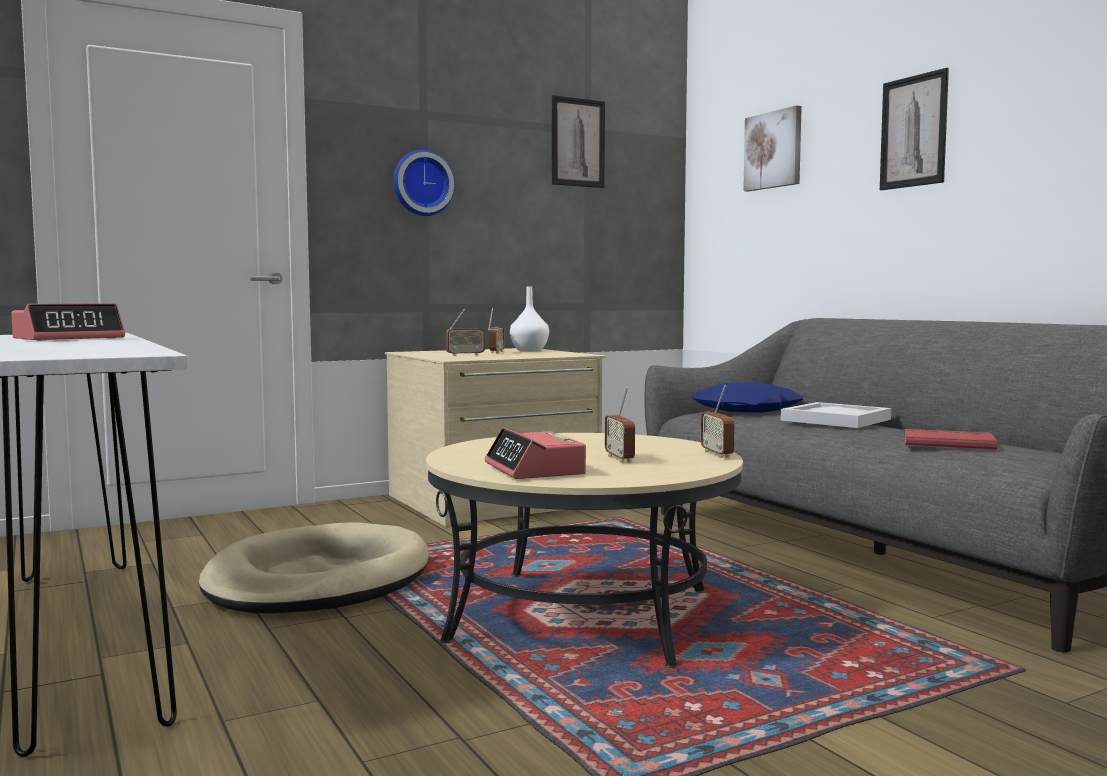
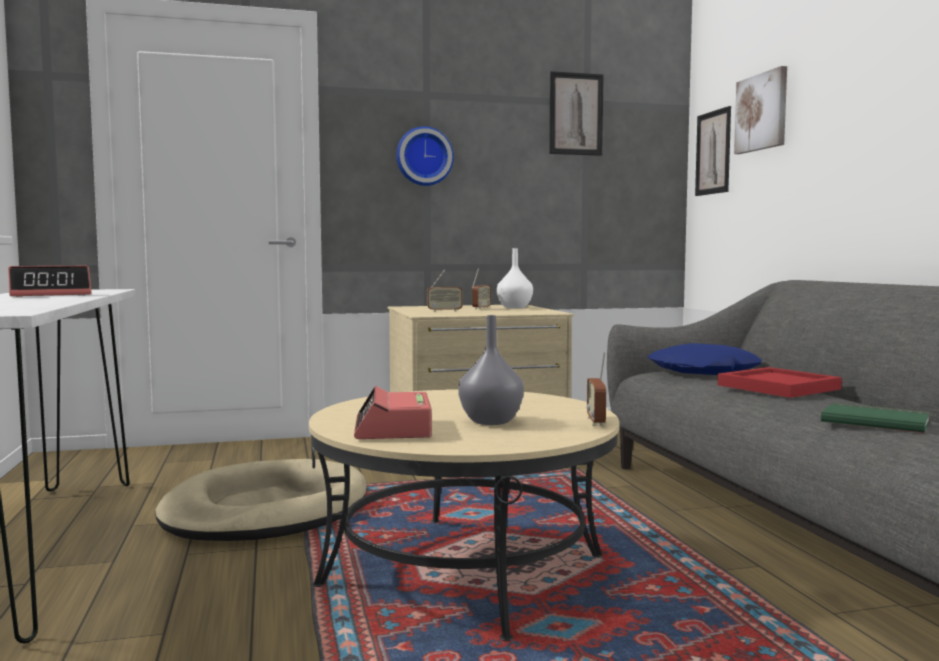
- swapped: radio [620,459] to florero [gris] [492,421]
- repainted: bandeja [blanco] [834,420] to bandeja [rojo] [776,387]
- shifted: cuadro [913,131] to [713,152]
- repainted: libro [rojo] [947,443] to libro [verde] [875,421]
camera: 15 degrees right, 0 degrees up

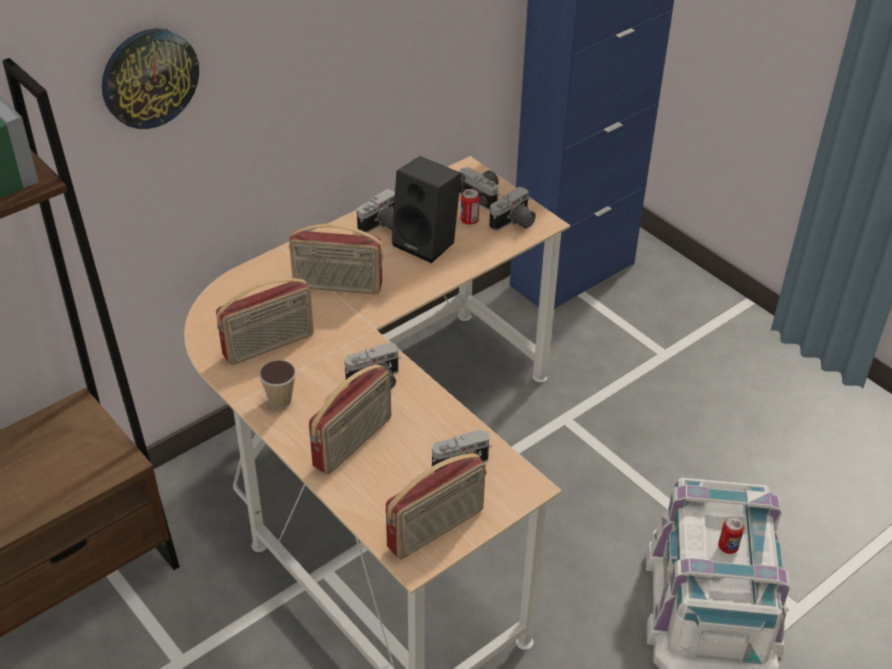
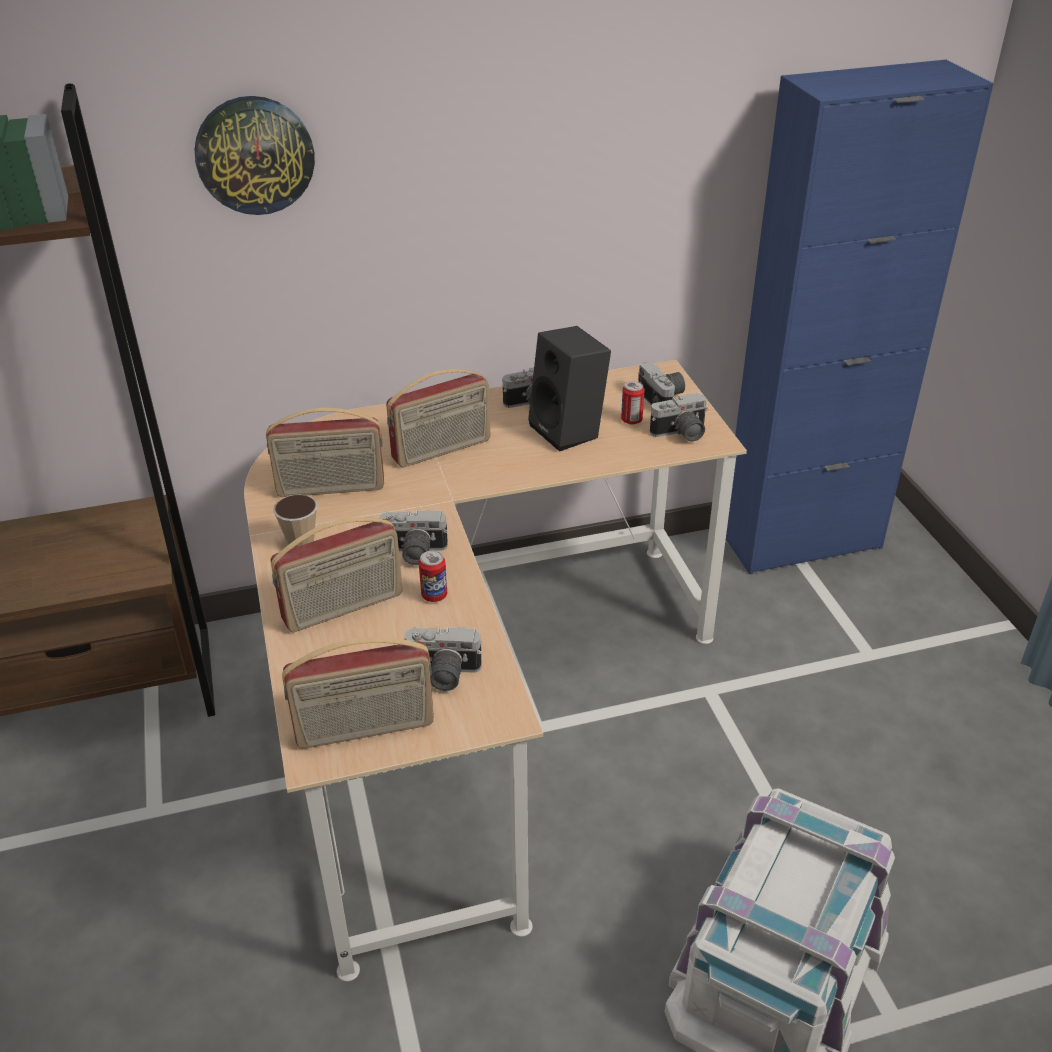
- rotated: radio [337,287] = [442,450] 60 degrees counterclockwise
- shifted: lata [727,547] to [434,595]
camera: 25 degrees right, 5 degrees down

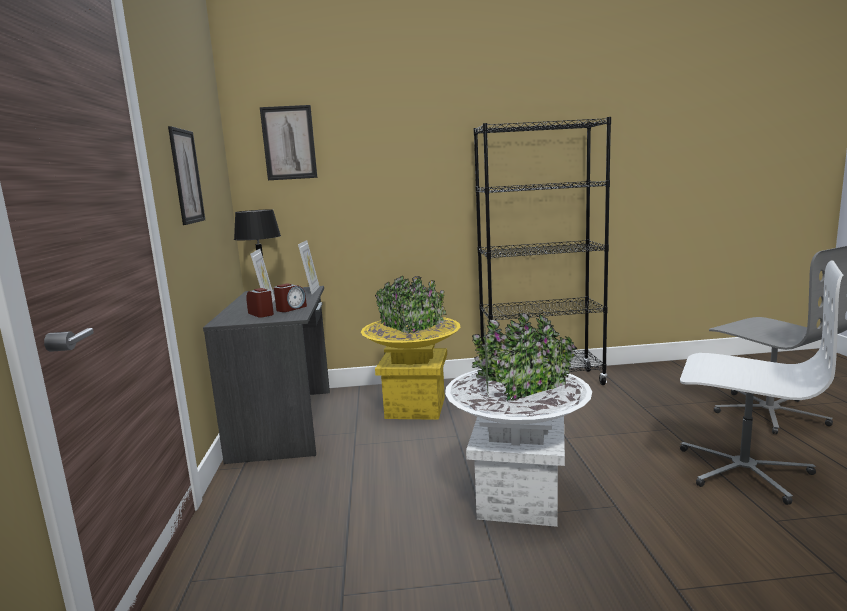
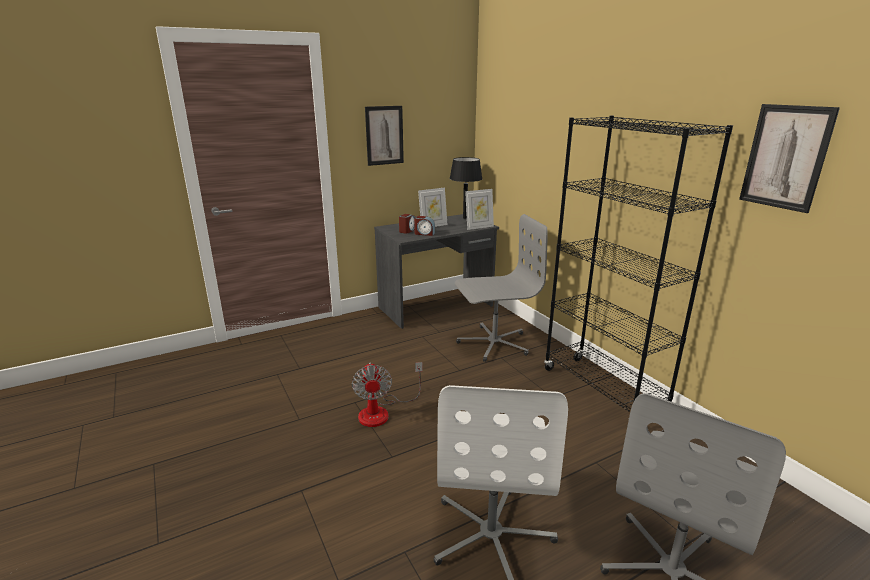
- shifted: cuadro [289,143] to [785,157]
- swapped: maceta [amarillo] [416,407] to silla de oficina [gris] [493,343]
- swapped: maceta [blanco] [518,500] to ventilador [382,412]
camera: 65 degrees right, 10 degrees up

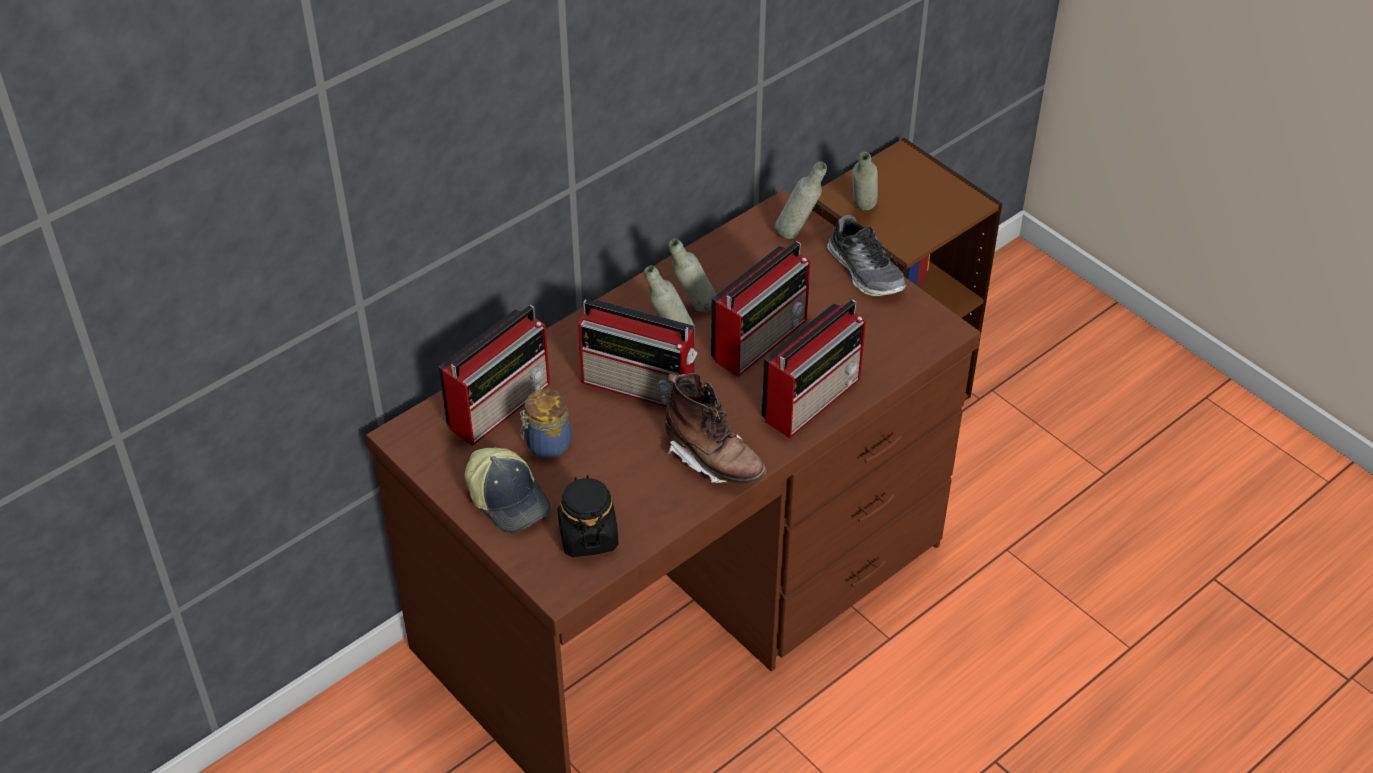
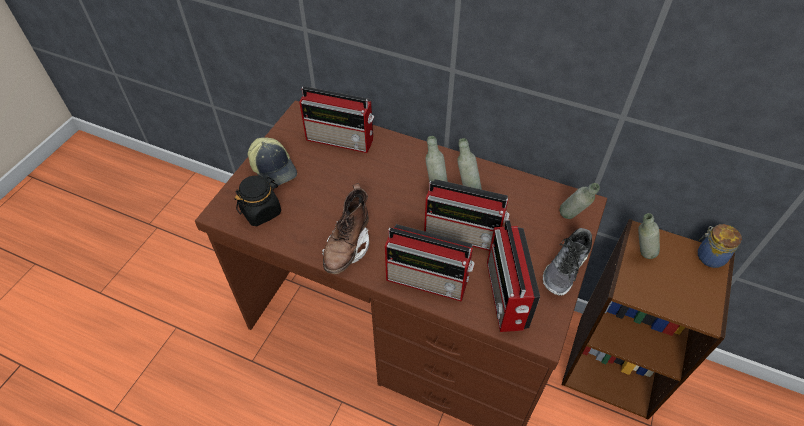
- rotated: gorra [509,499] = [274,168] 60 degrees counterclockwise
- shifted: tarro [546,444] to [709,256]
- shifted: radio [641,386] to [506,297]
camera: 65 degrees right, 5 degrees up

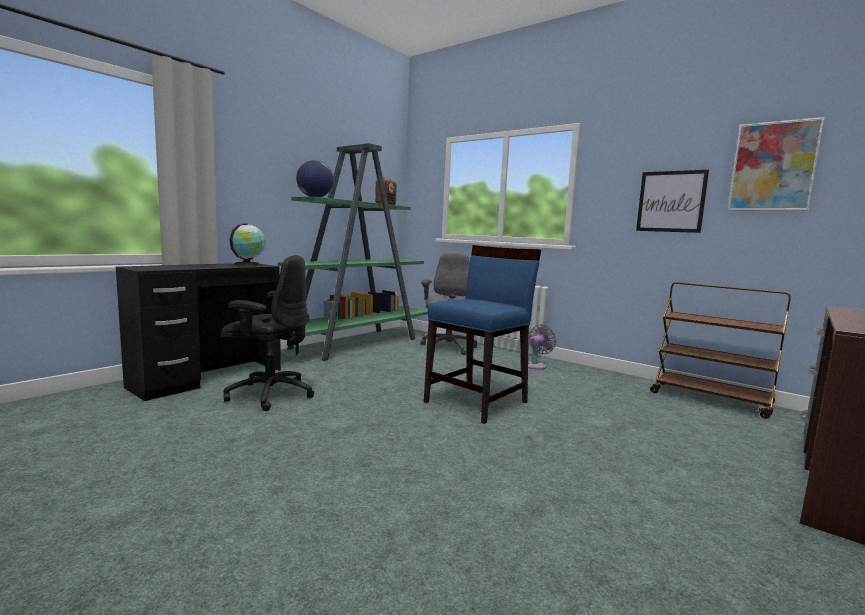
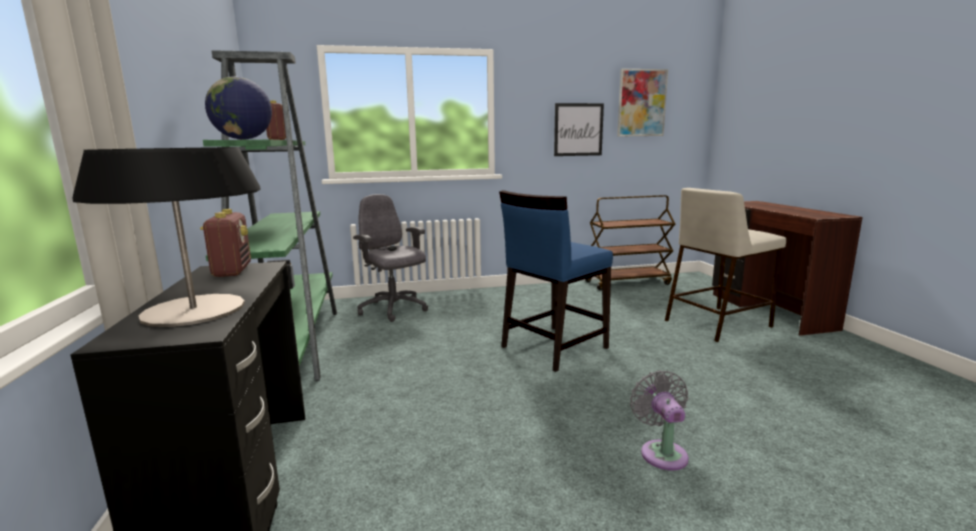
- gone: silla de oficina [negro] [269,394]
- swapped: globo terráqueo [248,264] to radio [232,271]
- rotated: silla [azul] [477,402] = [553,347] 120 degrees counterclockwise
- shifted: ventilador [gris] [536,365] to [661,452]
- new: lámpara de mesa [194,310]
- new: taburete [beis] [718,323]
camera: 50 degrees left, 5 degrees up

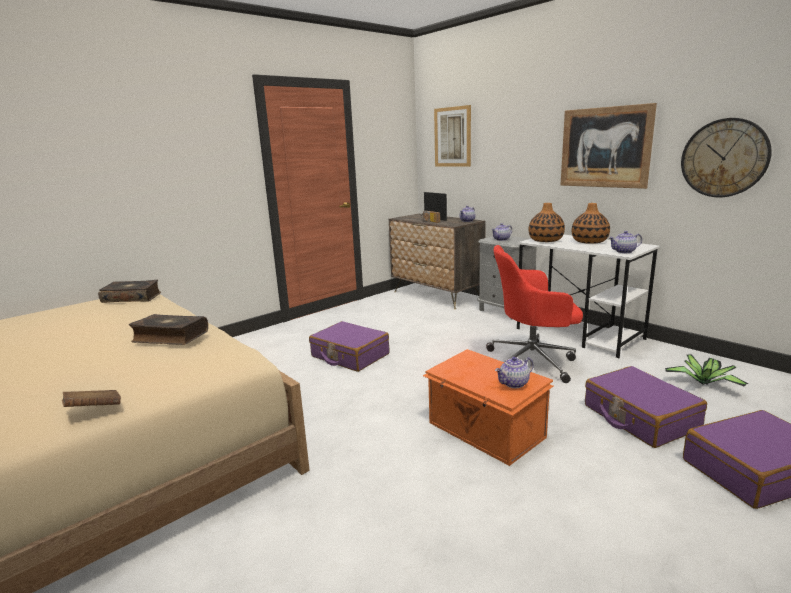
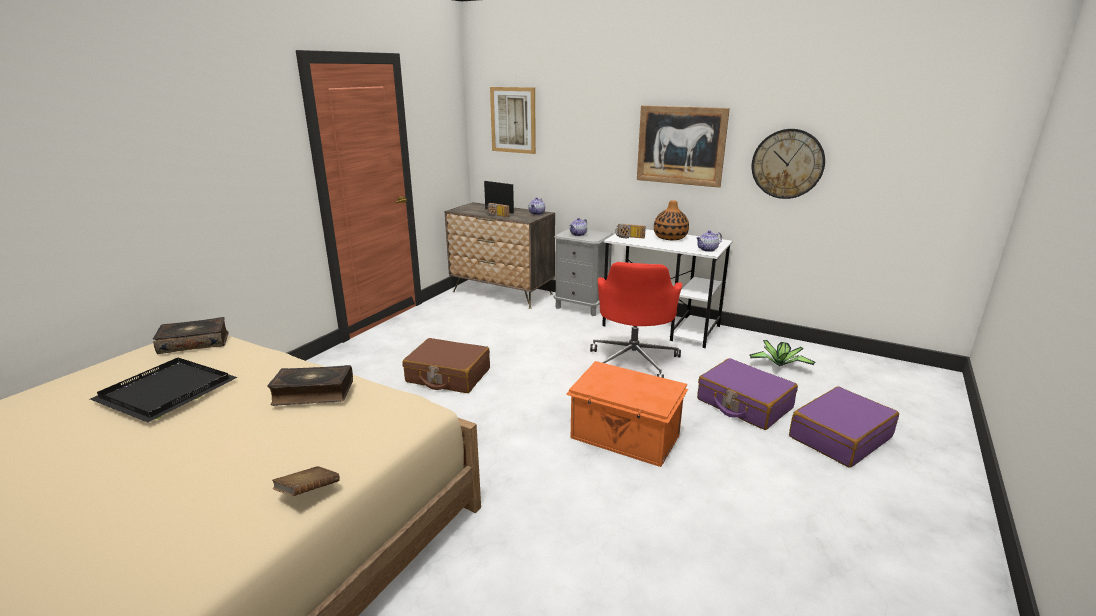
- repainted: maleta [morado] [350,355] to maleta [marrón] [448,376]
- rotated: silla de oficina [rojo] [533,361] = [634,360] 60 degrees counterclockwise
- gone: tetera [514,384]
- swapped: florero [546,240] to radio [629,237]
- new: bandeja [negro] [167,390]
camera: 20 degrees left, 5 degrees up

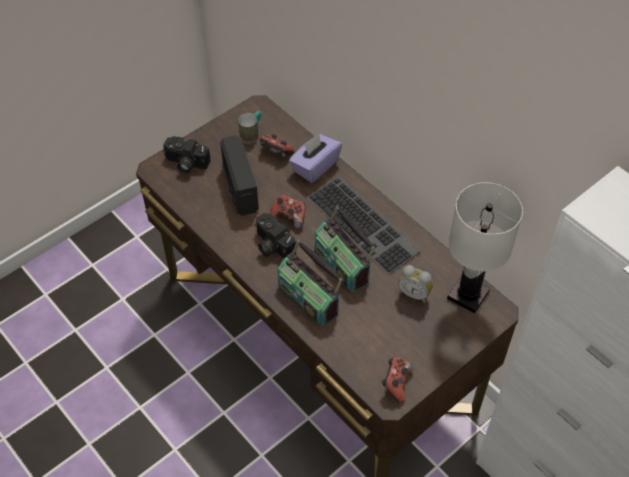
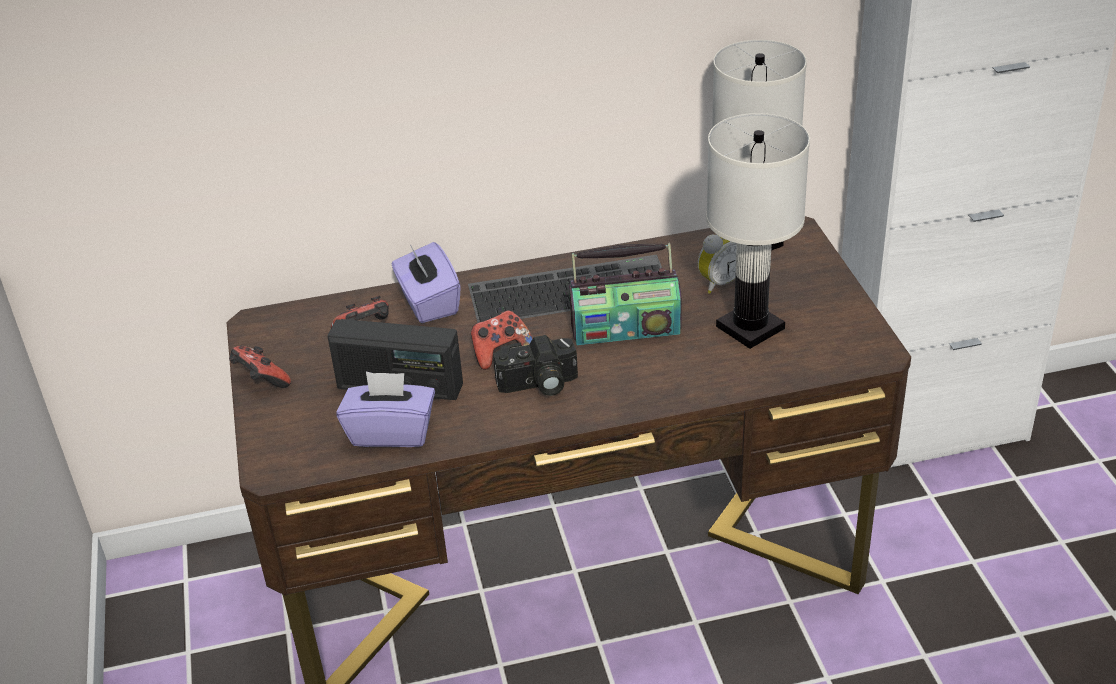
- gone: cámara [185,163]
- gone: taza grande [252,134]
- gone: radio [309,298]
- shifted: mando de consola [396,383] to [260,381]
- new: caja de pañuelos [morado] [391,432]
- new: lámpara de mesa [blanco] [750,327]
camera: 60 degrees left, 15 degrees down

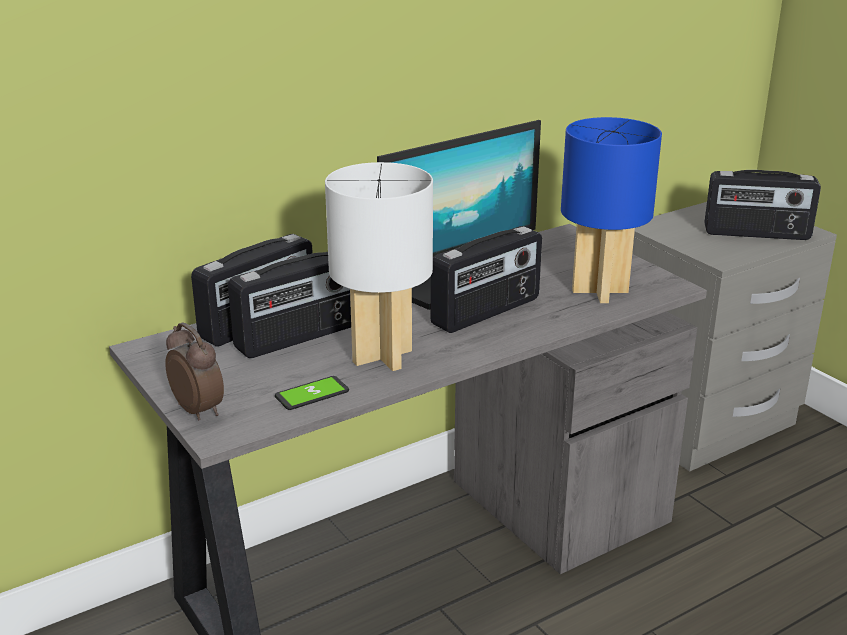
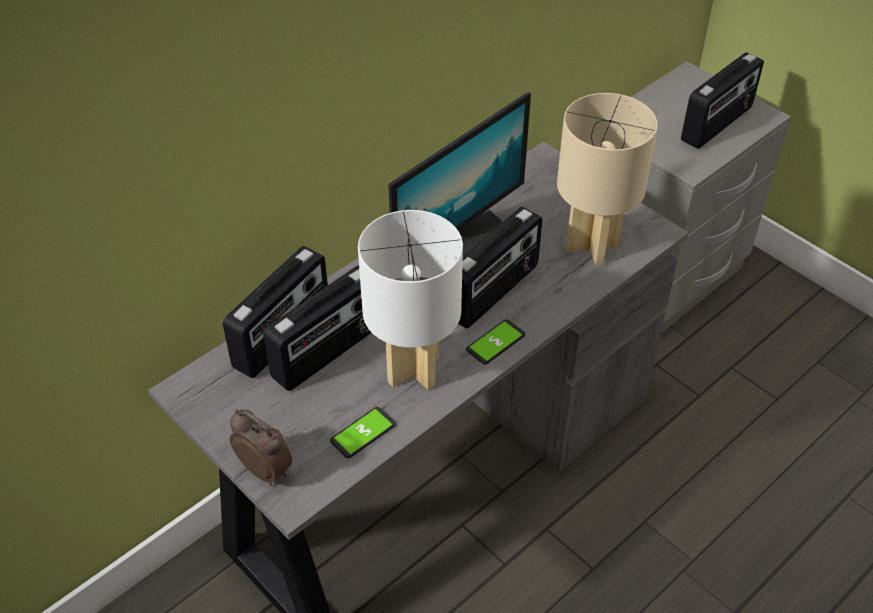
- repainted: lámpara de mesa [azul] [601,290] to lámpara de mesa [beis] [593,246]
- rotated: radio [756,234] = [717,124] 45 degrees counterclockwise
- new: móvil [495,342]
camera: 10 degrees left, 20 degrees up

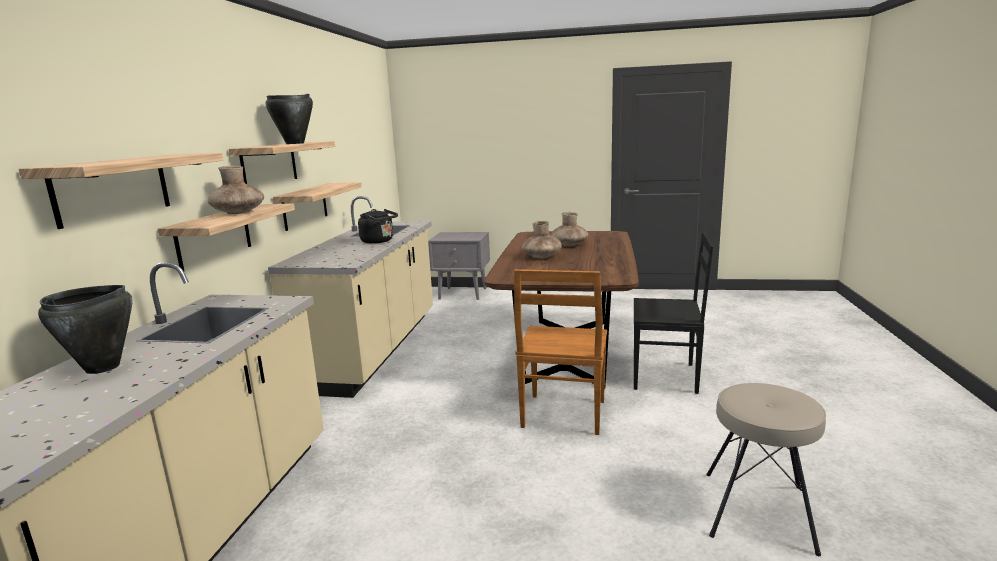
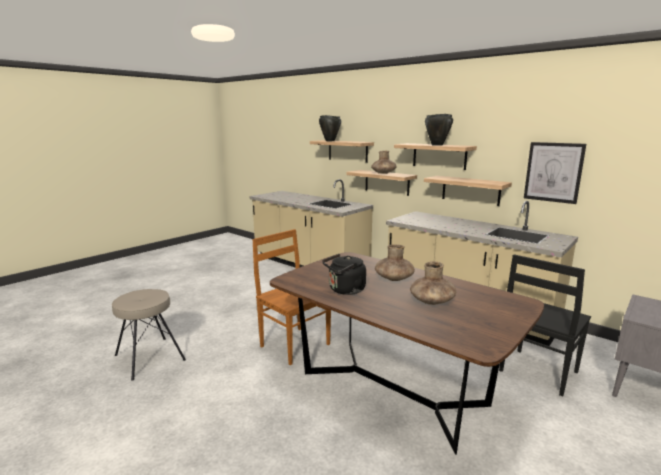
- shifted: olla [negro] [103,368] to [329,141]
- shifted: hervidor [negro] [379,241] to [345,290]
- shifted: silla [negro] [666,376] to [537,372]
- new: cuadro [553,172]
camera: 120 degrees right, 0 degrees up

